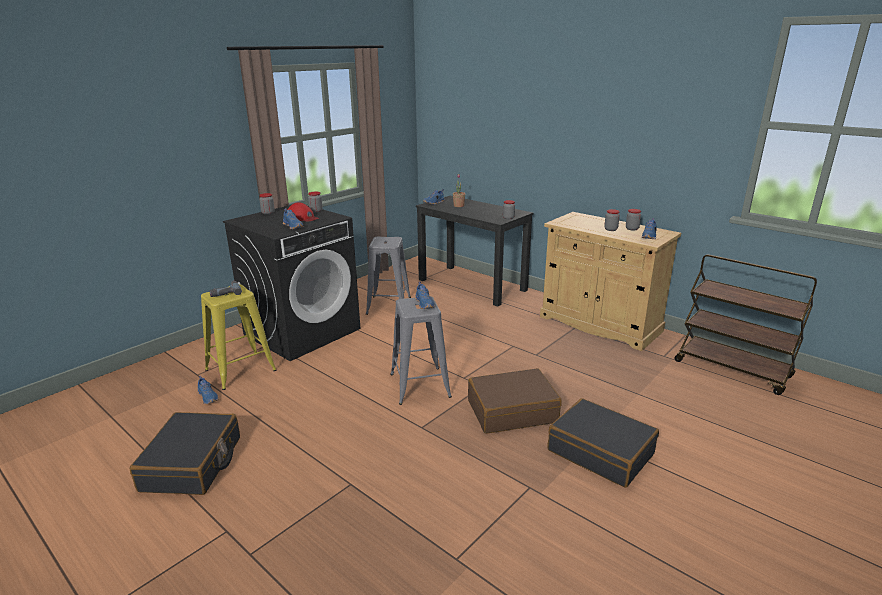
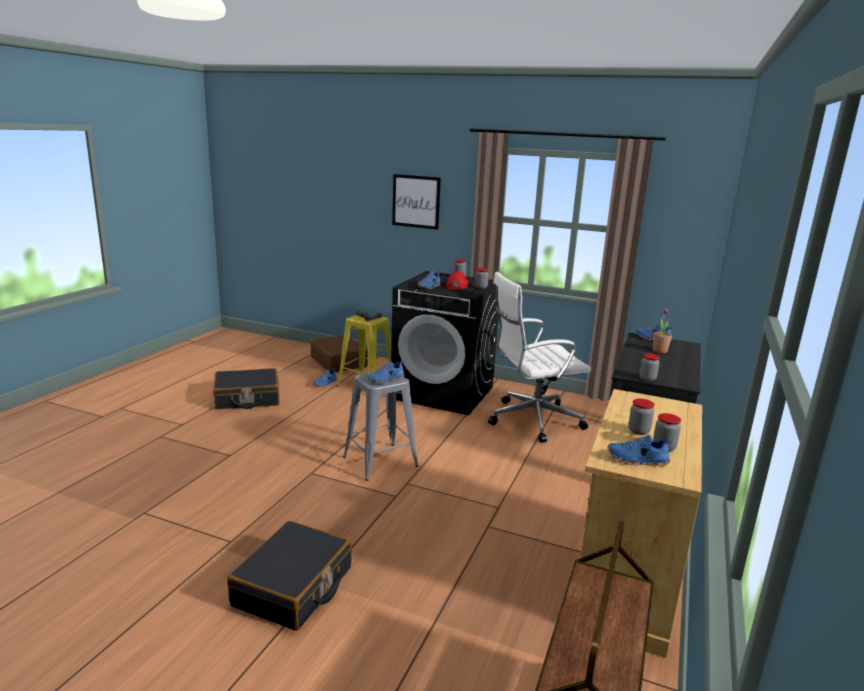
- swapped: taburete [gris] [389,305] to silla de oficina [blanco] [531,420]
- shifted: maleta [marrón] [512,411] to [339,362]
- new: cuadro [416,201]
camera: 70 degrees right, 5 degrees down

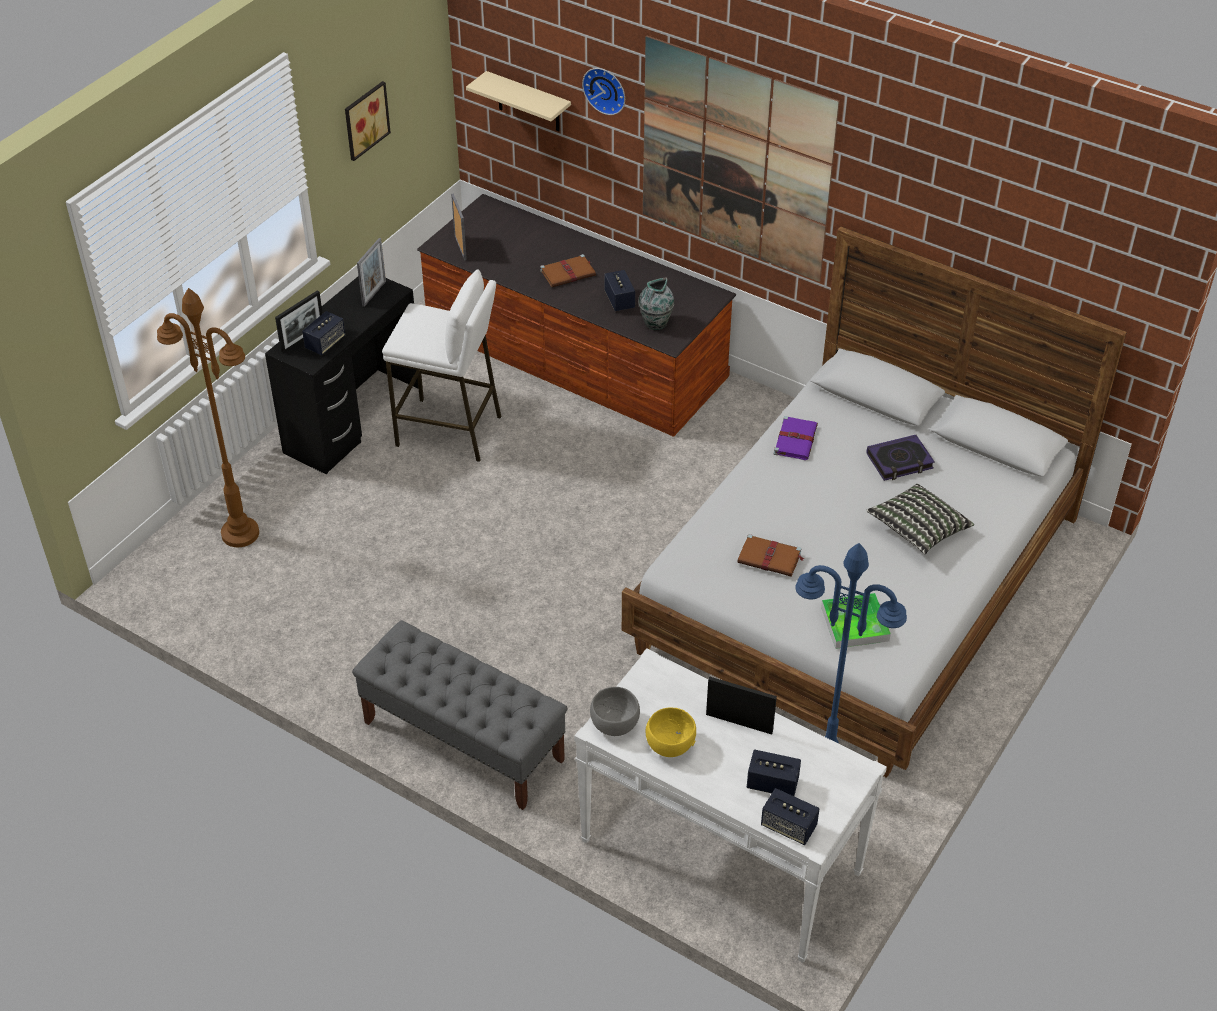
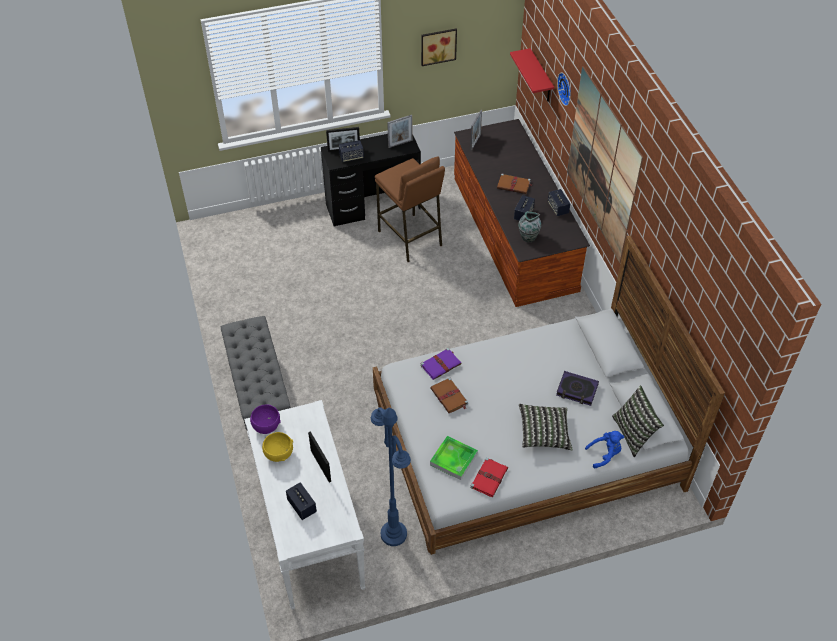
- gone: lámpara de pie [marrón] [239,533]
- repainted: taburete [blanco] [449,431] to taburete [marrón] [410,238]
- repainted: estante [beis] [528,102] to estante [rojo] [541,77]
- repainted: cuenco [gris] [614,724] to cuenco [morado] [266,426]
- shifted: altavoz [788,826] to [558,208]
- shifted: libro [morado] [795,439] to [441,364]
- new: libro [rojo] [489,477]
- new: peluche [azul] [605,454]
- new: cojín [634,433]
camera: 40 degrees right, 5 degrees up

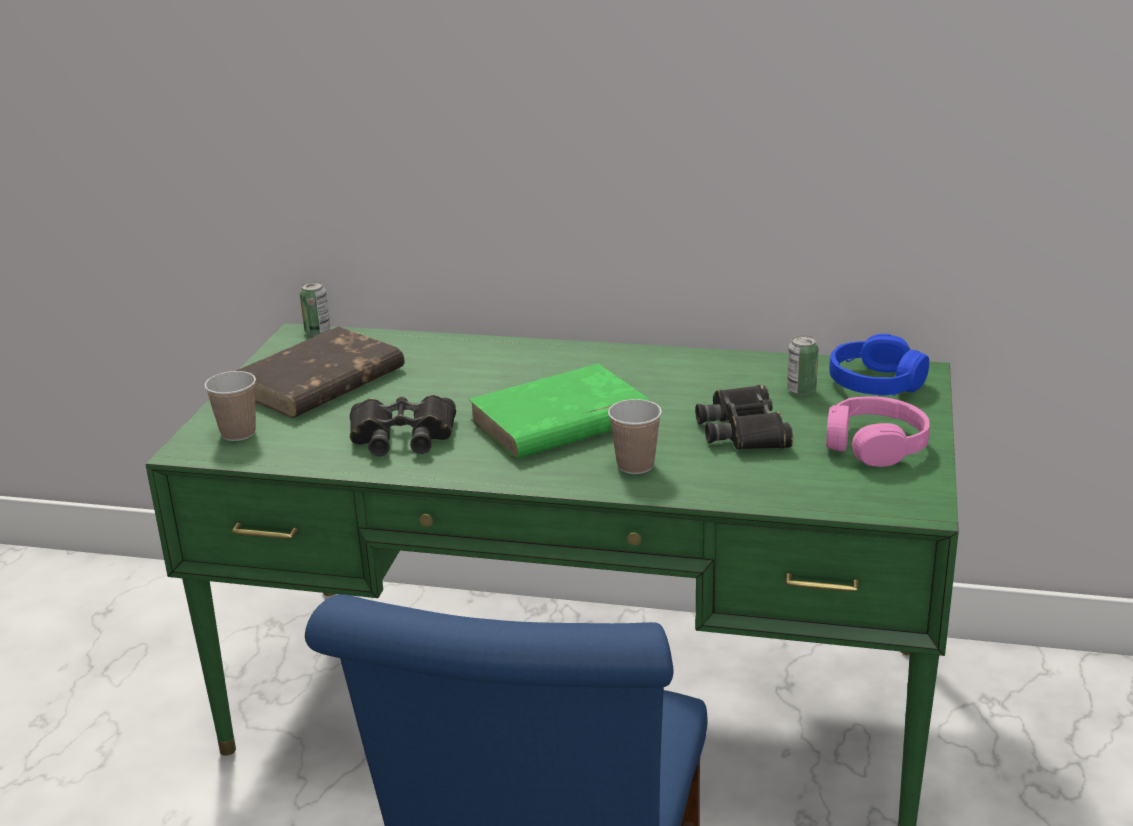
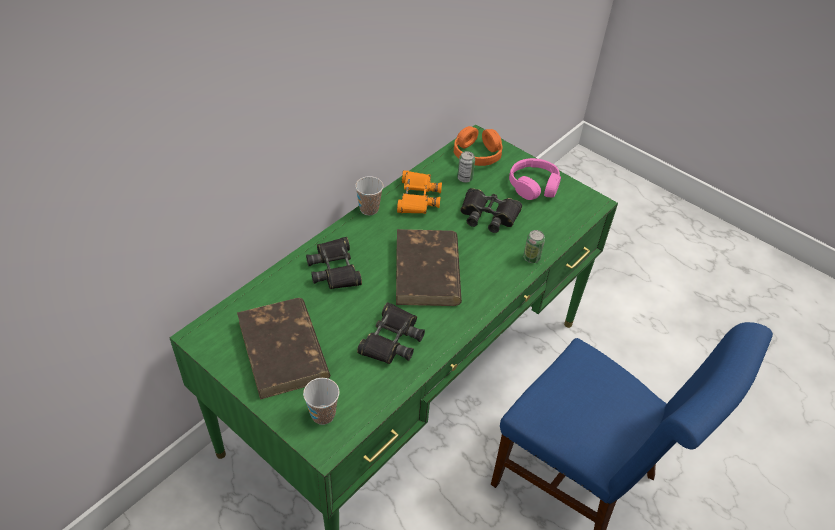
- shifted: lata [317,331] to [531,258]
- repainted: libro [verde] [559,422] to libro [marrón] [427,272]
- shifted: taza [635,465] to [369,209]
- repainted: auriculares [azul] [876,383] to auriculares [naranja] [477,154]
- new: prismáticos [negro] [335,269]
- new: prismáticos [naranja] [417,197]
camera: 65 degrees left, 20 degrees up

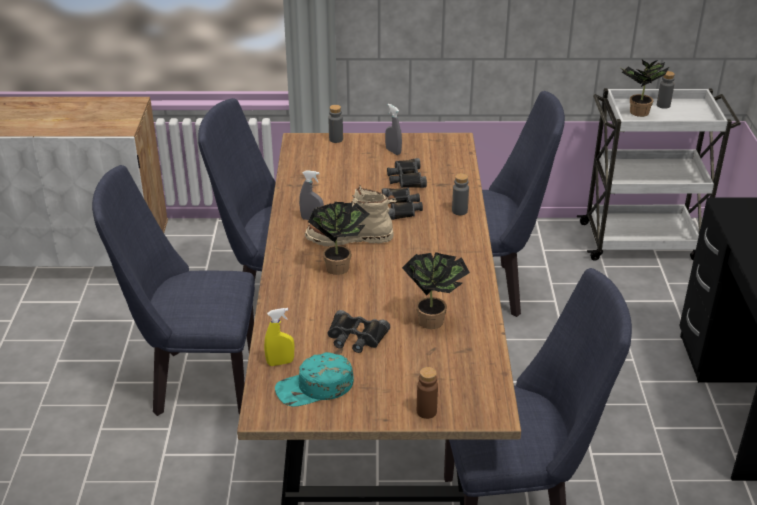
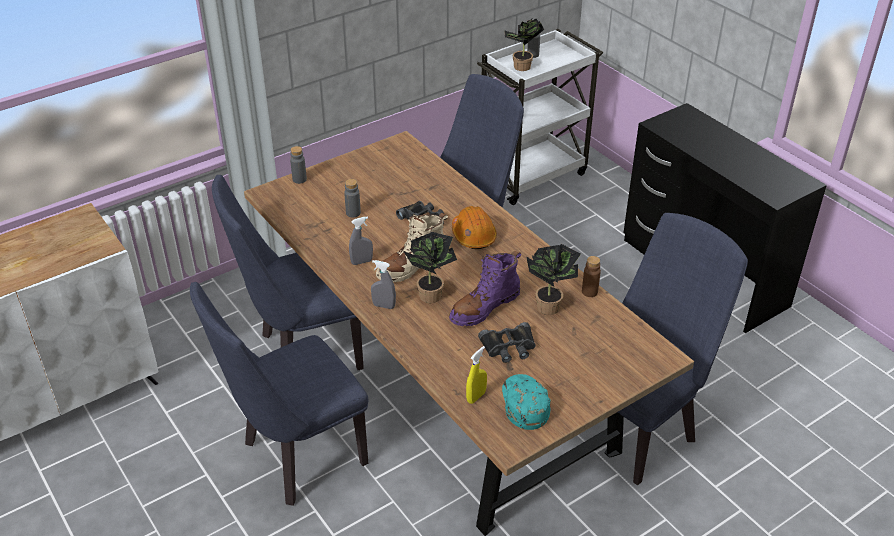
- rotated: gorra [turquesa] [314,387] = [524,403] 135 degrees clockwise
- shifted: pulverizador [gris] [393,151] to [384,306]
- gone: prismáticos [negro] [406,178]
- shifted: botella [marrón] [426,411] to [589,292]
- shifted: botella [gris] [459,211] to [353,213]
- new: bota [morado] [484,307]
- new: casco [naranja] [473,236]
camera: 35 degrees left, 5 degrees up

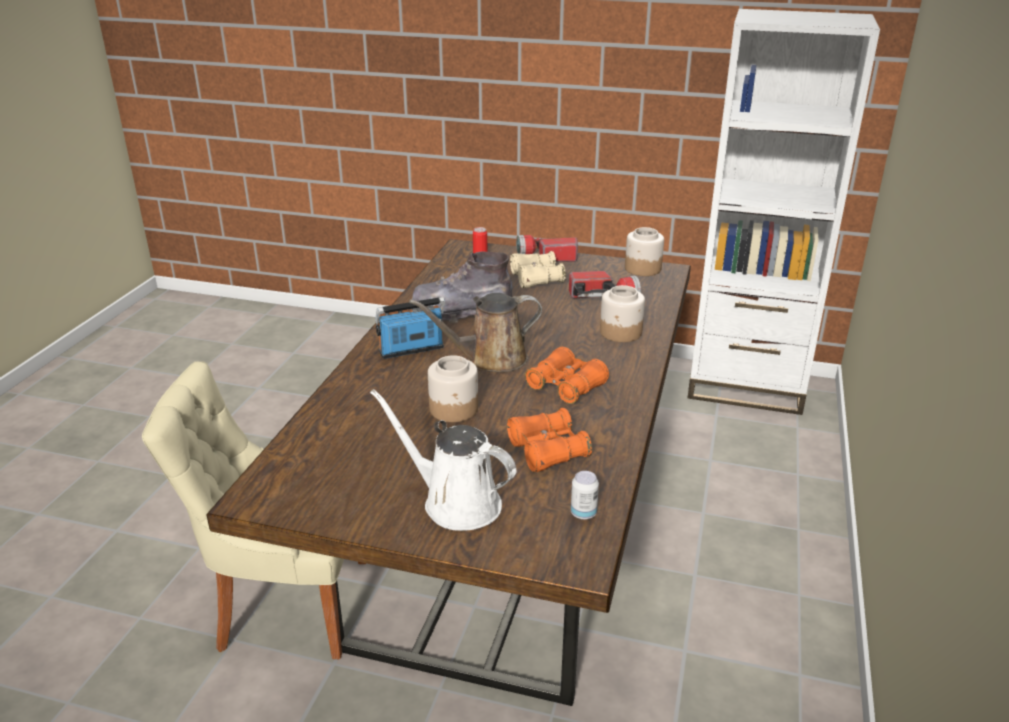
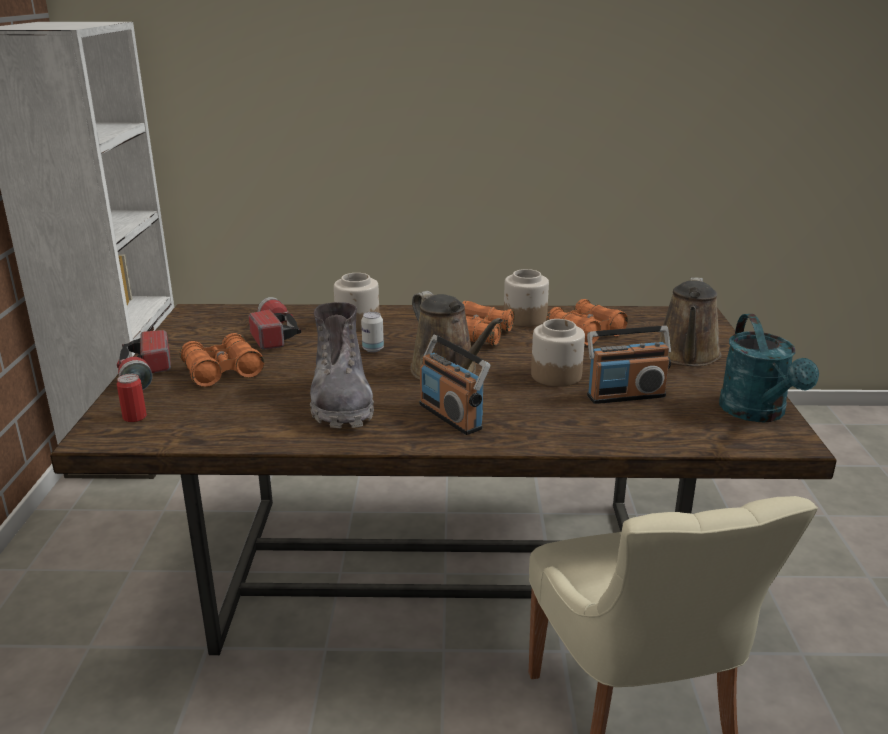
- repainted: regadera [blanco] [455,502] to regadera [marrón] [687,356]
- repainted: prismáticos [beis] [536,278] to prismáticos [naranja] [222,371]
- shifted: lata [583,513] to [373,349]
- shifted: tarro [642,268] to [524,319]
- new: radio [625,395]
- new: regadera [turquesa] [757,413]
camera: 105 degrees left, 5 degrees down

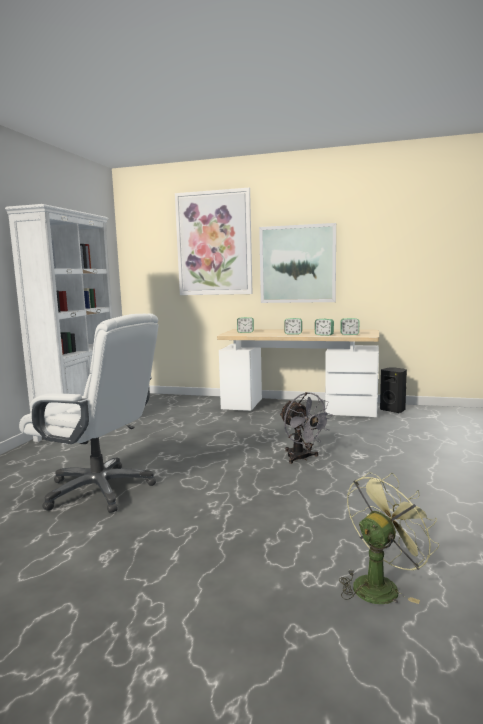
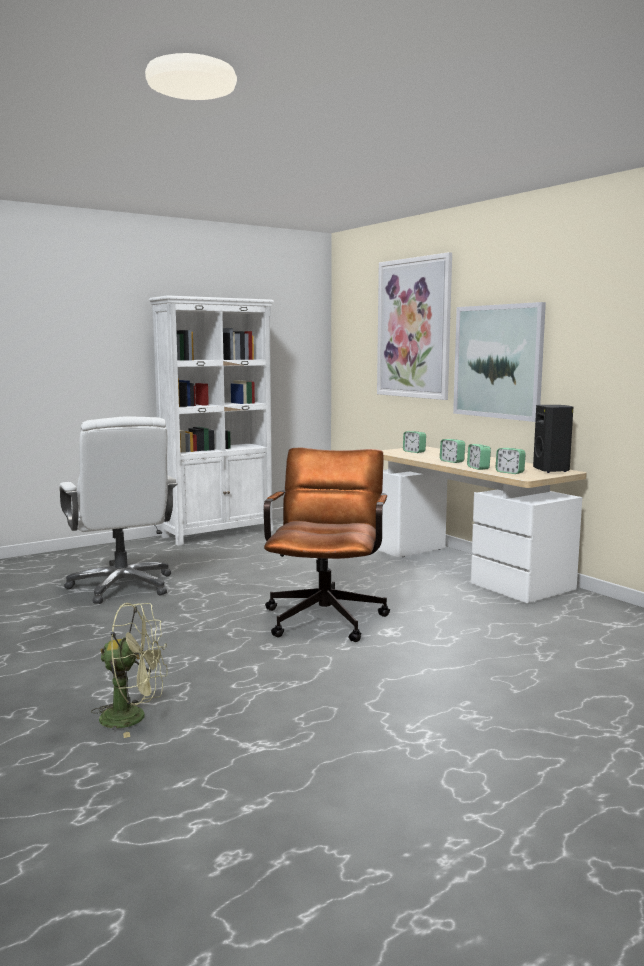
- swapped: ventilador [gris] [302,458] to silla de oficina [marrón] [327,616]
- shifted: altavoz [negro] [393,410] to [552,470]
camera: 40 degrees right, 0 degrees up

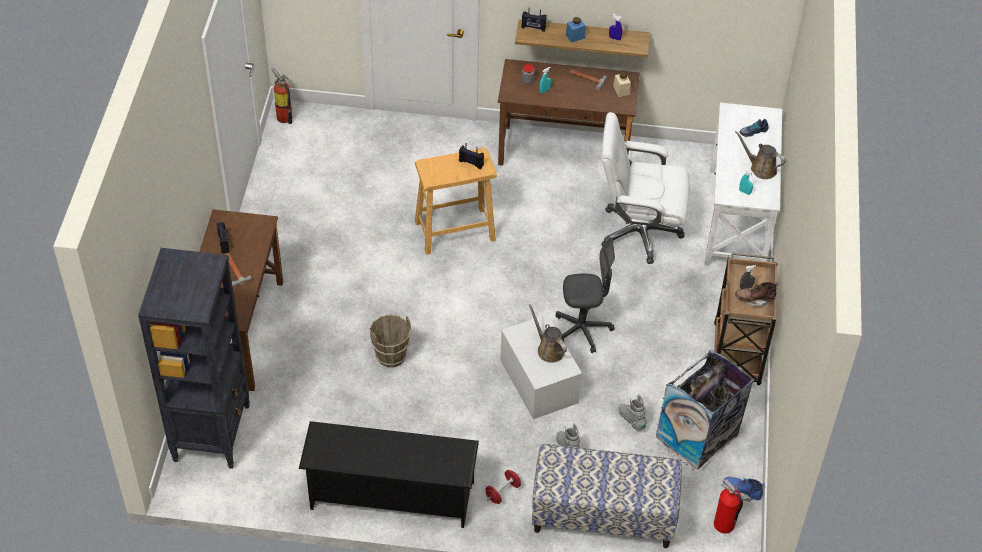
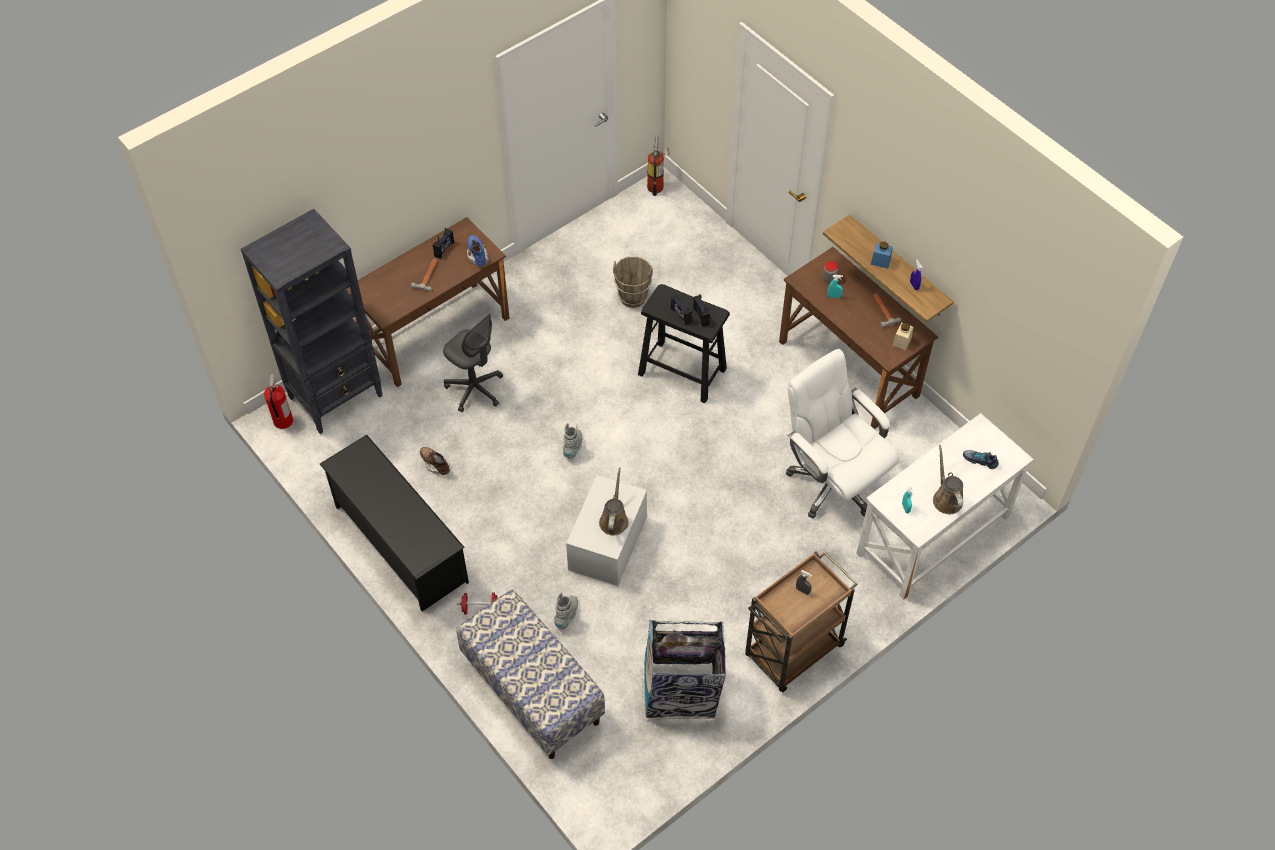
- shifted: cubo [marrón] [390,356] to [633,297]
- repainted: taburete [beis] [454,230] to taburete [negro] [681,371]
- shifted: radio [533,27] to [681,315]
- shifted: silla de oficina [gris] [582,330] to [475,389]
- shifted: bota [gris] [632,420] to [573,447]
- shifted: extintor [724,525] to [282,421]
- shifted: bota [azul] [742,492] to [477,255]
- shifted: bota [marrón] [754,300] to [435,464]
camera: 45 degrees right, 5 degrees up

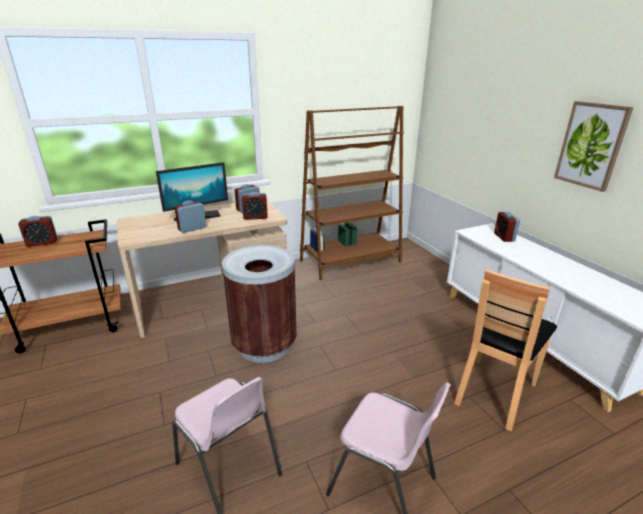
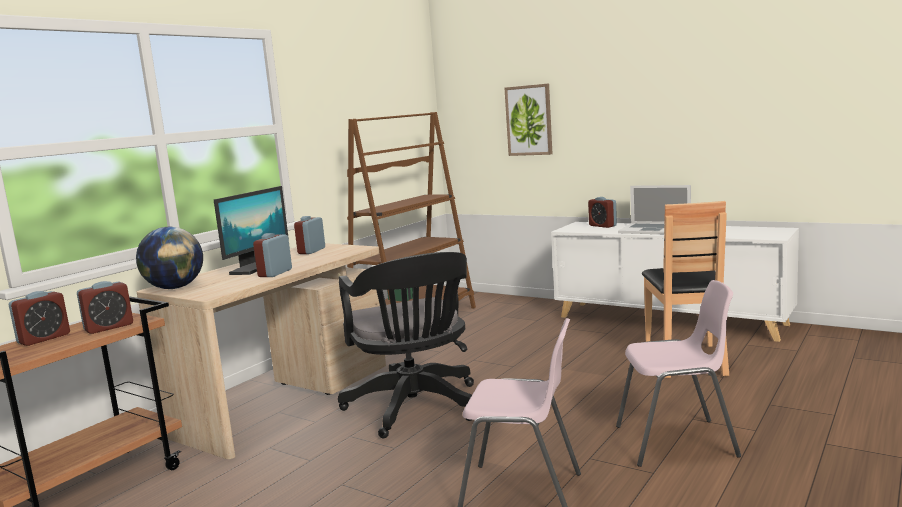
- swapped: papelera [marrón] [264,345] to silla de oficina [negro] [416,409]
- shifted: despertador [255,217] to [109,327]
- shifted: cuadro [591,145] to [529,120]
- new: globo terráqueo [175,288]
- new: portátil [655,229]
camera: 30 degrees left, 15 degrees down

